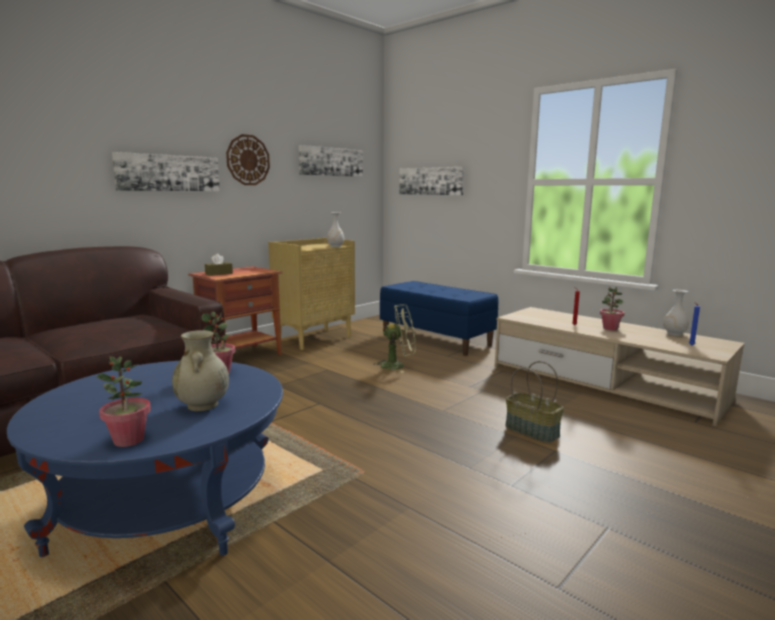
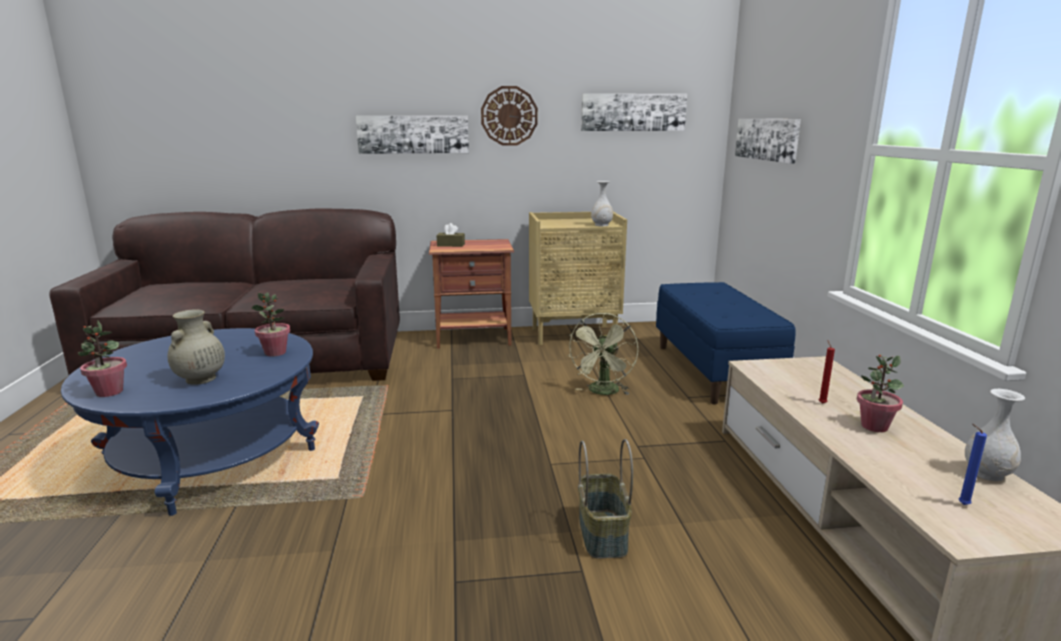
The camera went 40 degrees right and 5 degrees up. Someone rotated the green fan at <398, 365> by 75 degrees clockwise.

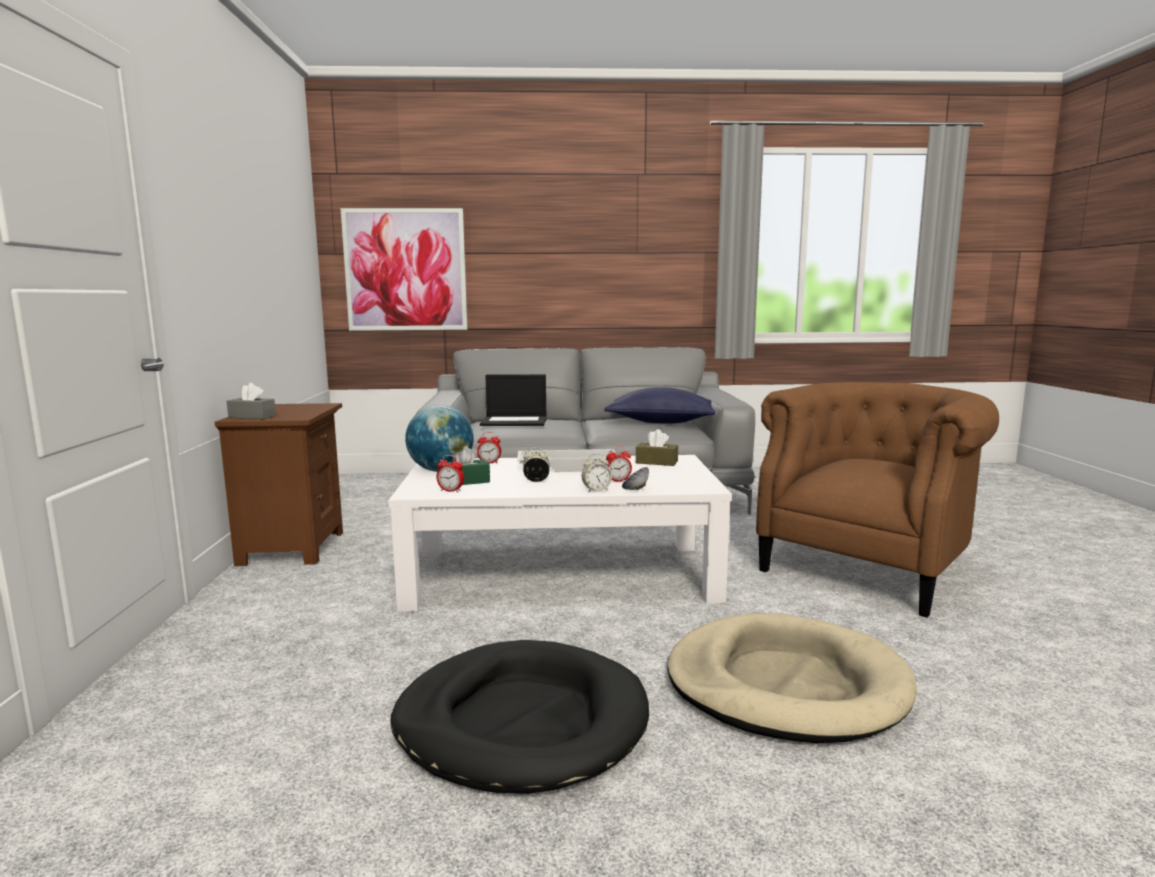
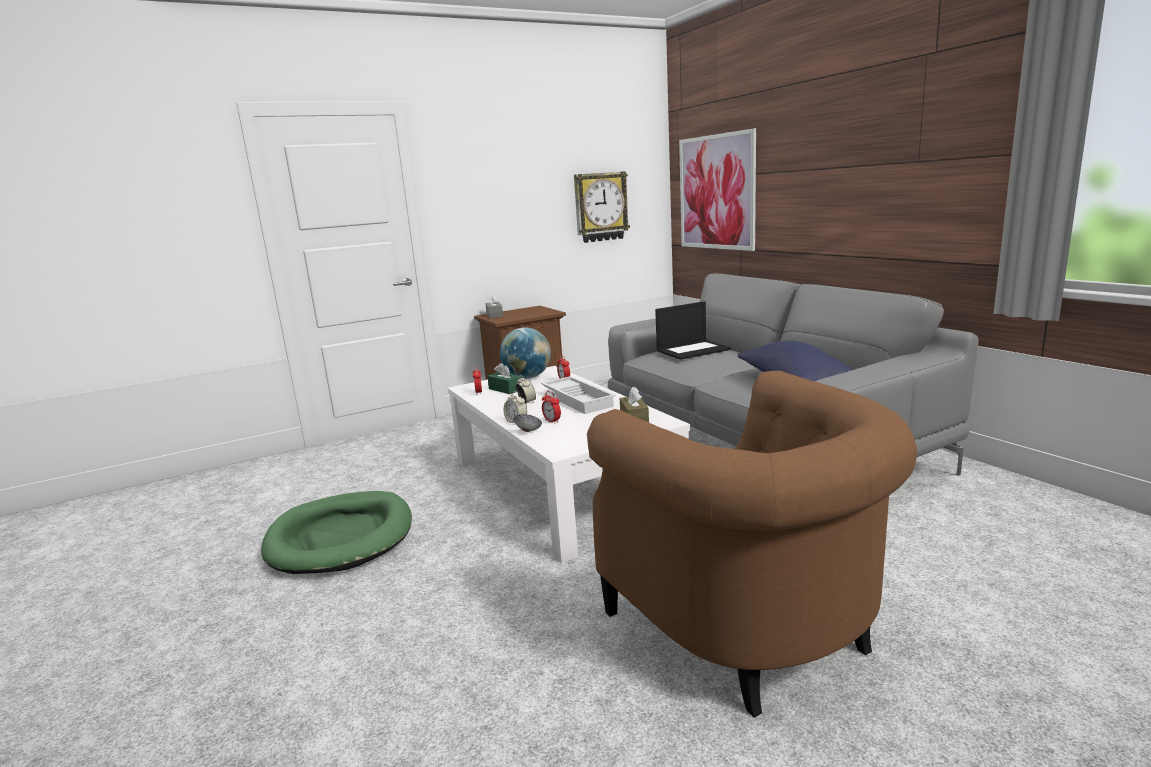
The camera went 65 degrees right and 5 degrees up. Someone repainted the black dog bed at <521, 721>, which became the green dog bed at <341, 537>. Someone rotated the laptop at <515, 421> by 90 degrees counterclockwise. Someone took away the beige dog bed at <785, 684>. Someone rotated the brown armchair at <869, 567> by 45 degrees clockwise. Someone put up the wall clock at <600, 207>.

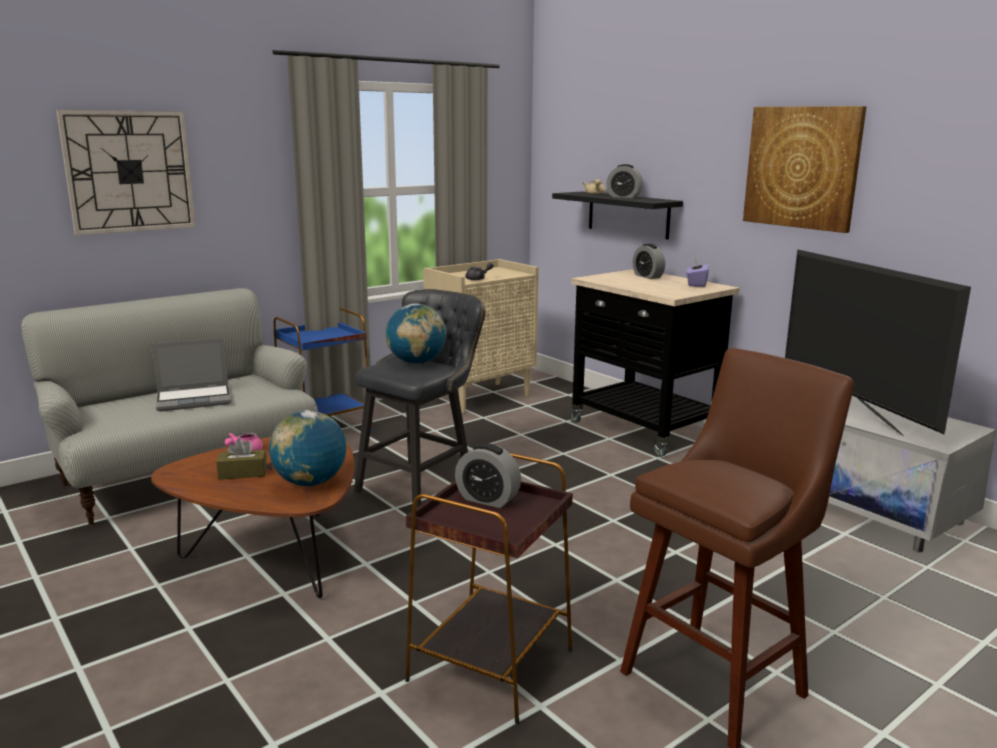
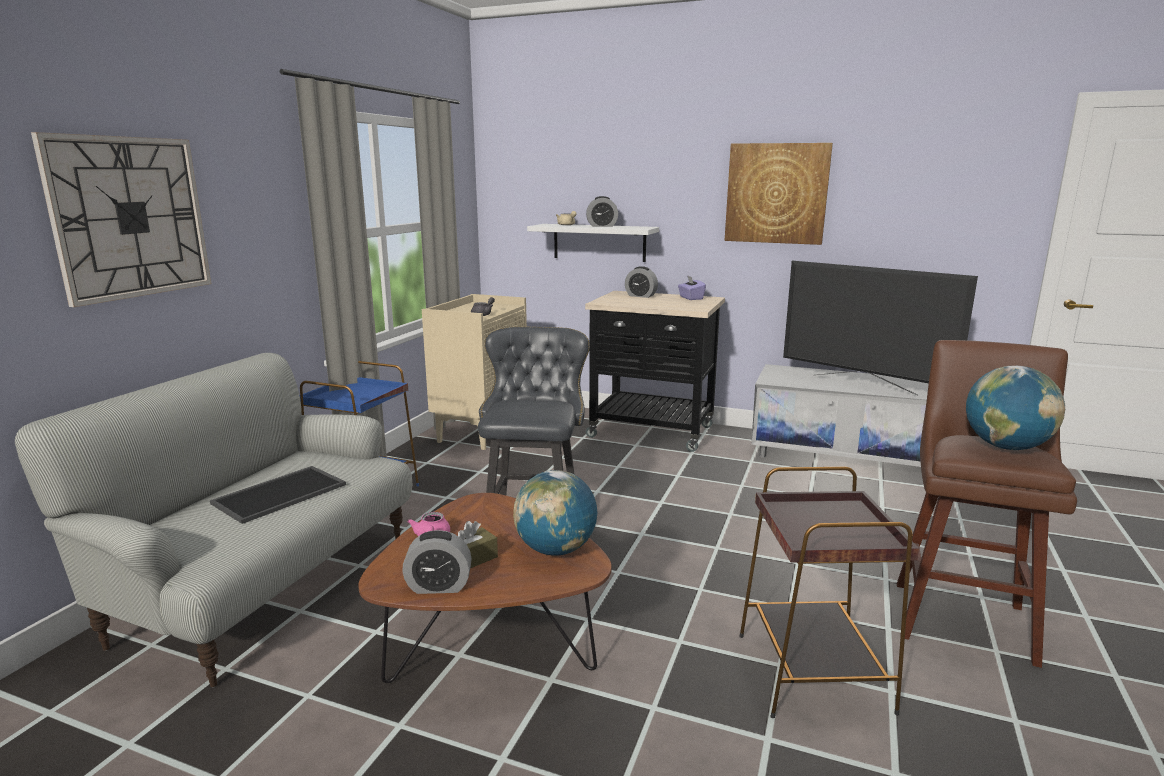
The camera went 30 degrees left and 0 degrees up. Someone swapped the laptop at <195, 399> for the tray at <280, 493>. Someone carried the globe from <416, 363> to <1006, 447>. Someone carried the alarm clock from <487, 499> to <439, 586>. Someone repainted the black shelf at <628, 214>, which became the white shelf at <599, 242>.

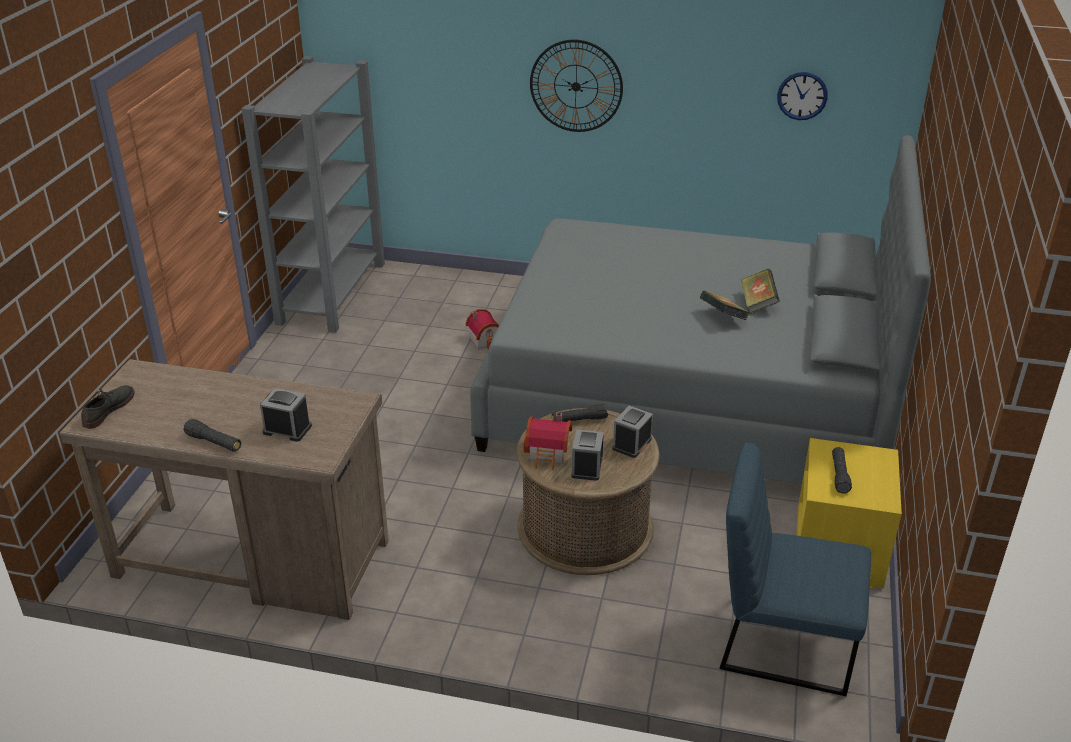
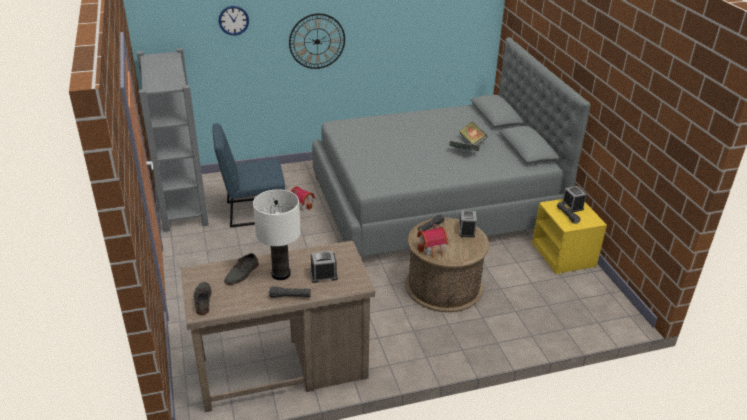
The camera went 30 degrees left and 0 degrees up. Someone carried the alarm clock from <587, 467> to <572, 206>. Someone carried the blue chair from <782, 642> to <253, 211>. Someone carried the wall clock from <802, 96> to <233, 20>. Someone put down the grey shoe at <242, 273>. Someone put down the white table lamp at <281, 274>.

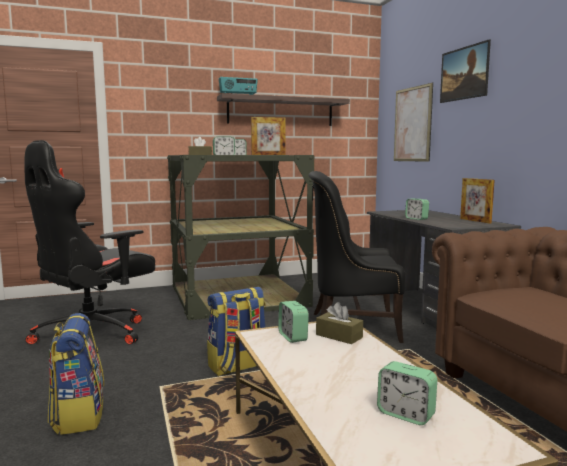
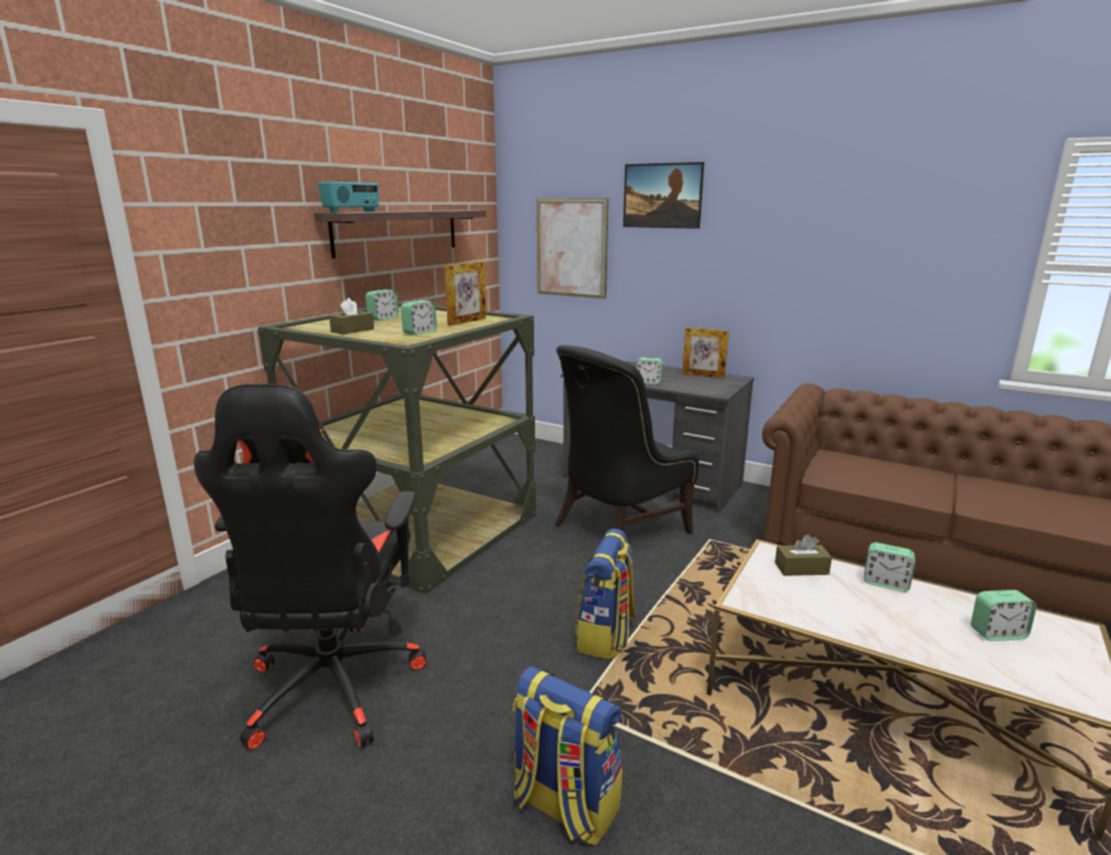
The camera went 40 degrees left and 10 degrees up. Someone carried the alarm clock from <293, 337> to <885, 583>.

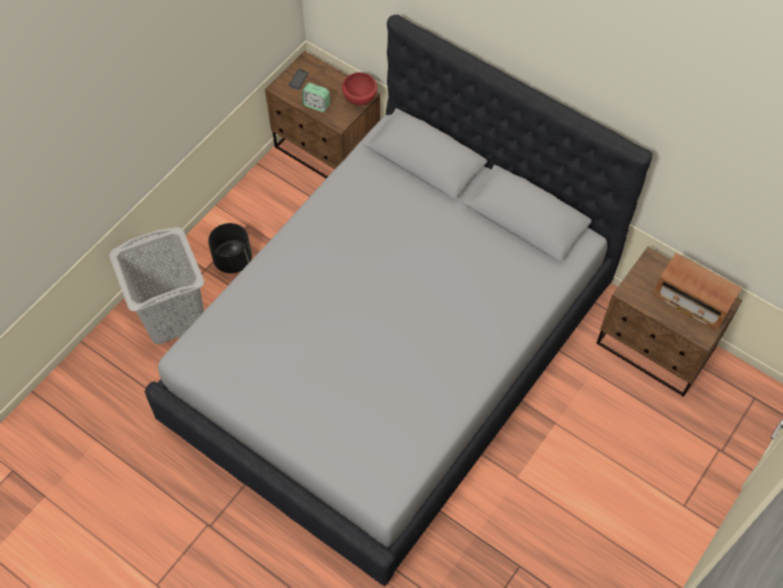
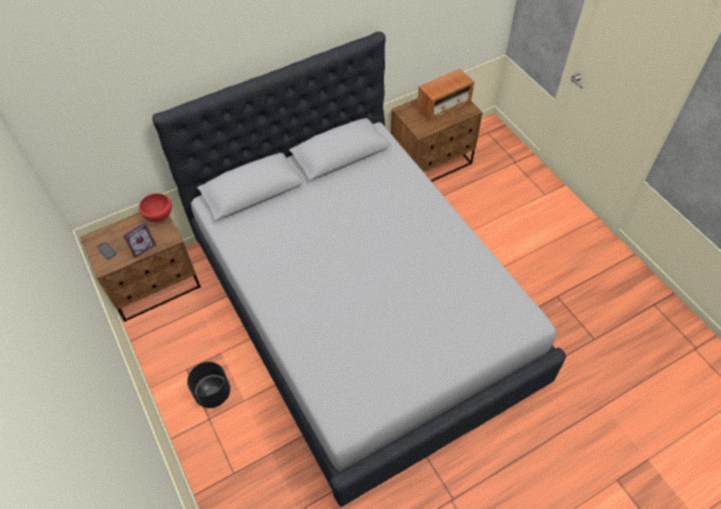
The camera went 65 degrees left and 5 degrees down. Someone took away the grey laundry basket at <172, 315>. Someone swapped the alarm clock at <316, 105> for the picture frame at <142, 247>.

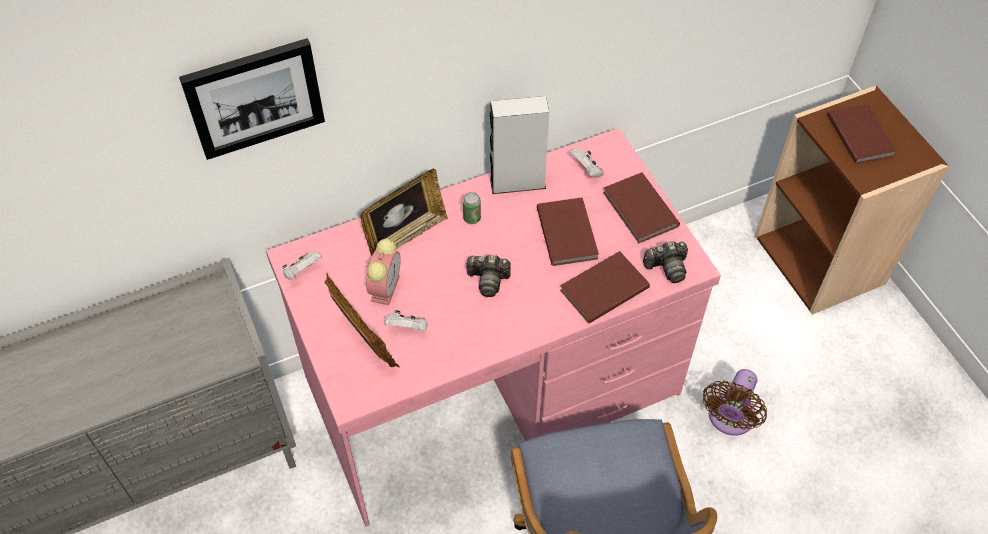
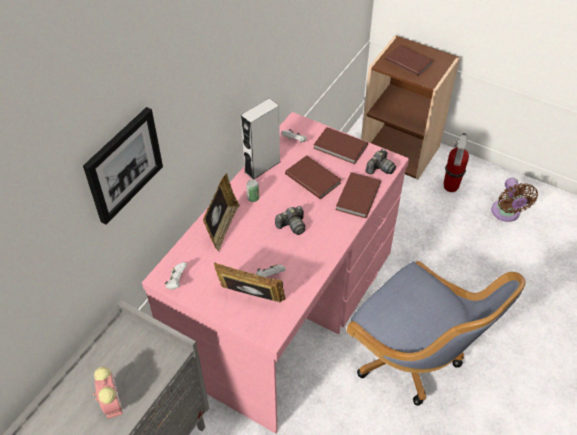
The camera went 35 degrees left and 5 degrees down. Someone carried the alarm clock from <385, 287> to <111, 402>. Someone carried the brown fan from <729, 419> to <506, 213>. Someone put down the fire extinguisher at <450, 187>.

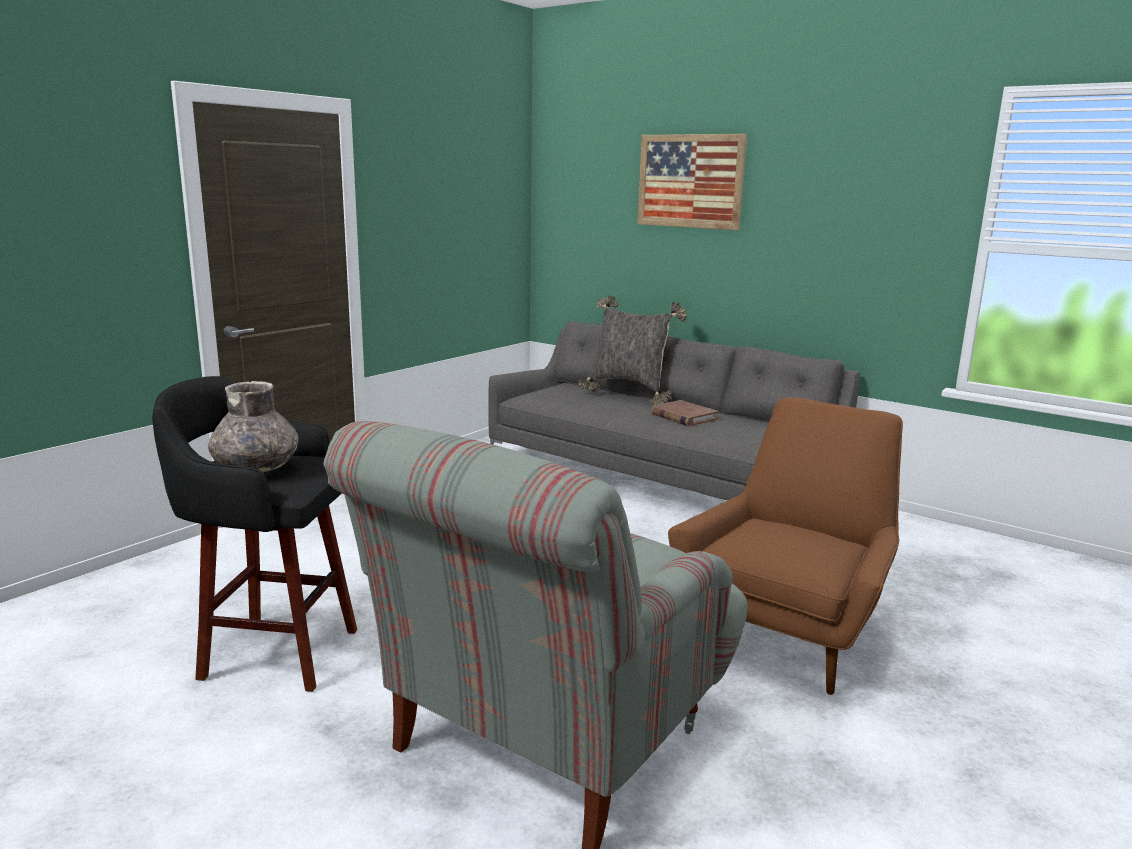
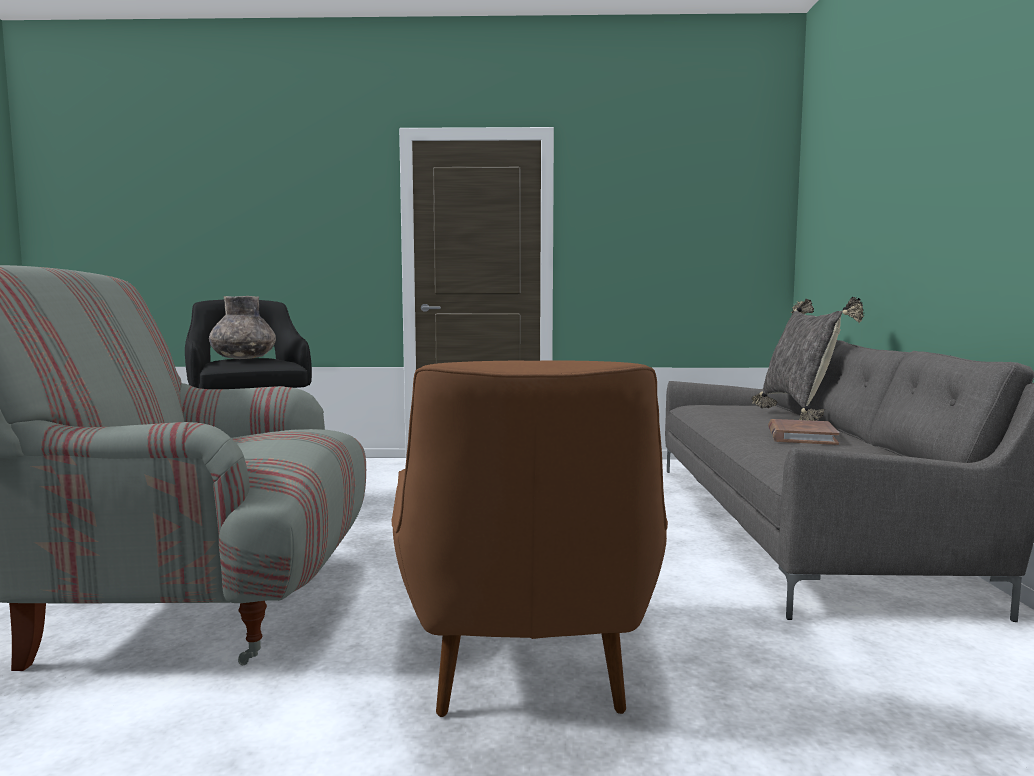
The camera went 55 degrees right and 10 degrees down. Someone took away the picture at <690, 181>. Someone rotated the brown armchair at <787, 635> by 90 degrees clockwise.

